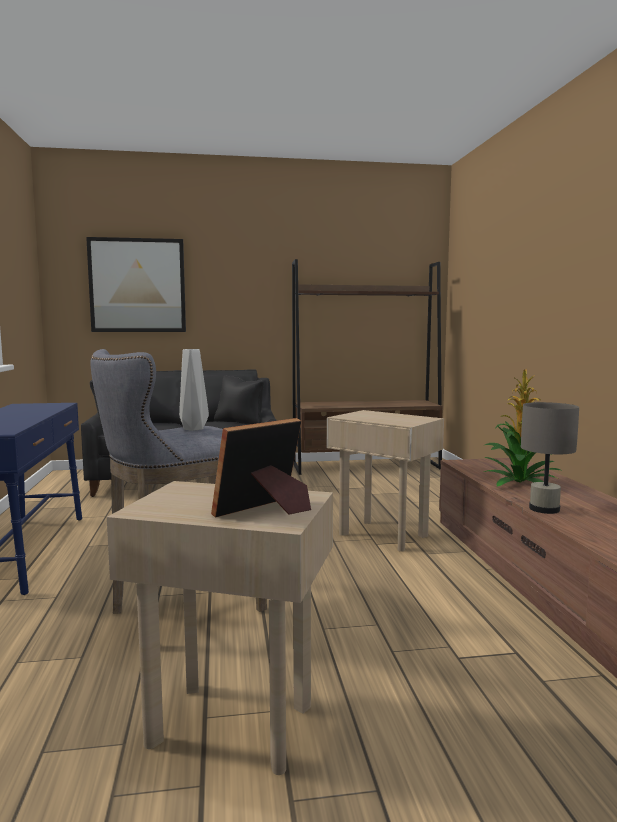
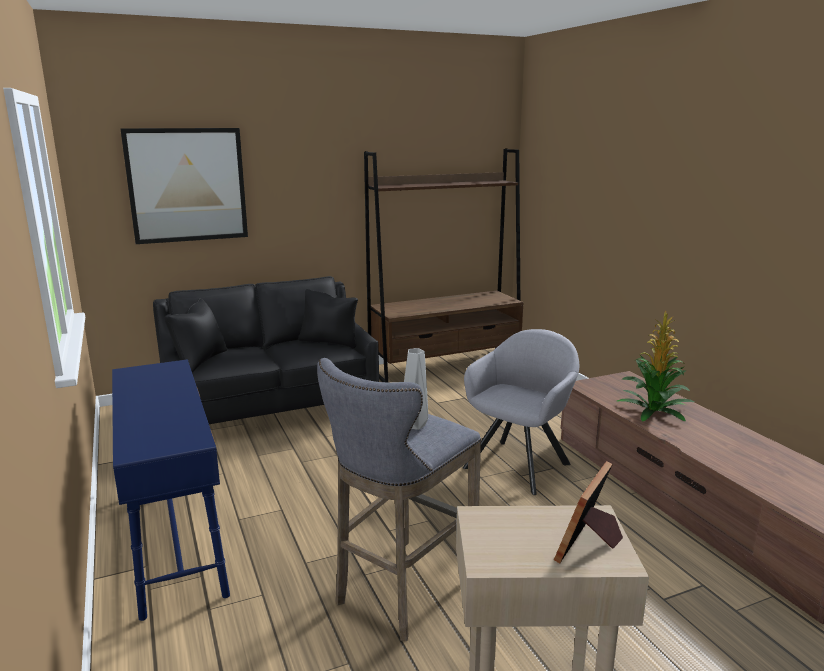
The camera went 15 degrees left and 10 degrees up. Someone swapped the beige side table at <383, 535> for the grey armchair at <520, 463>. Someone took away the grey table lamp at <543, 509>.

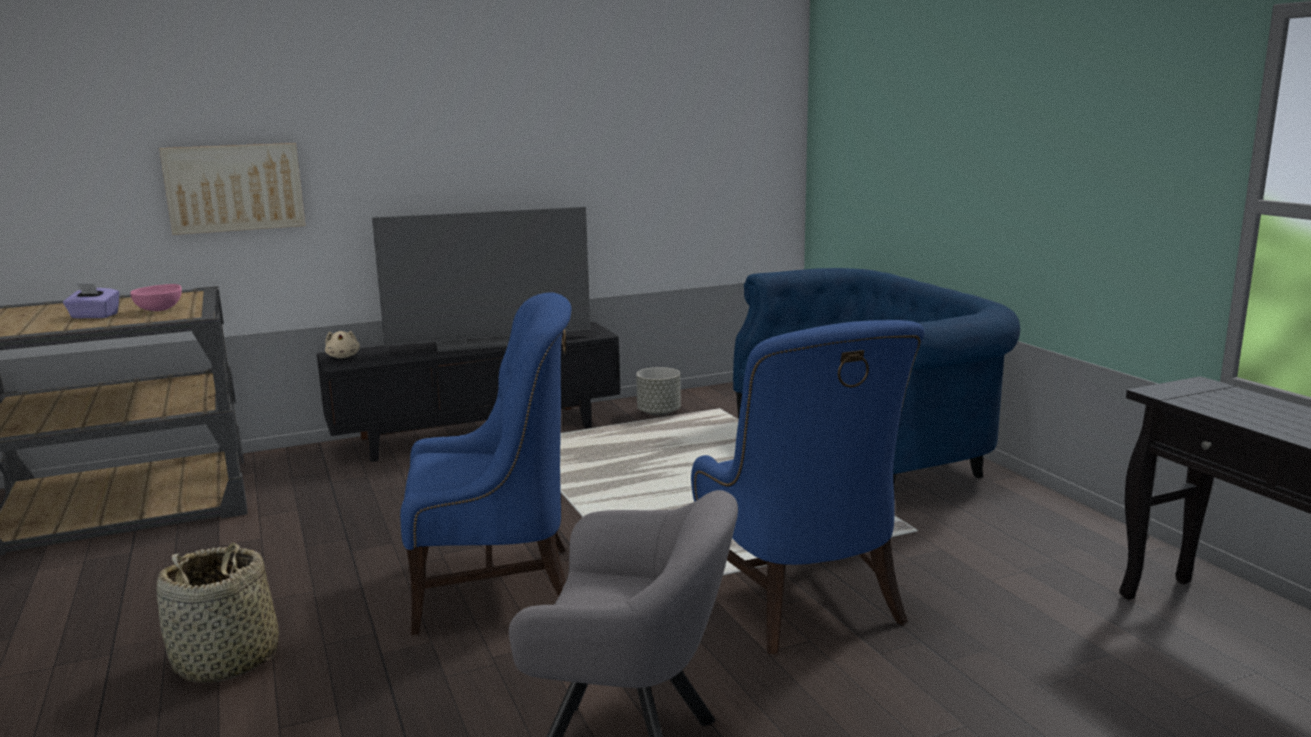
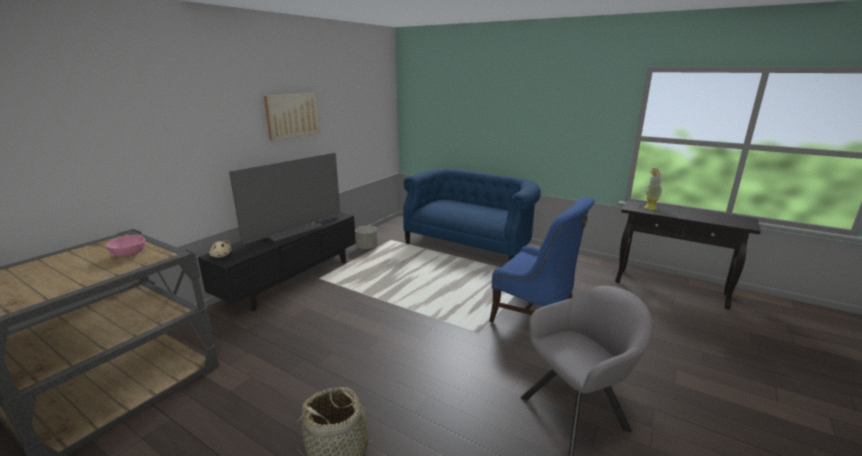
The camera went 35 degrees left and 5 degrees up. Someone took away the purple tissue box at <94, 316>. Someone carried the picture from <234, 187> to <292, 115>. Someone took away the blue armchair at <497, 586>. Someone put down the potted plant at <650, 208>.

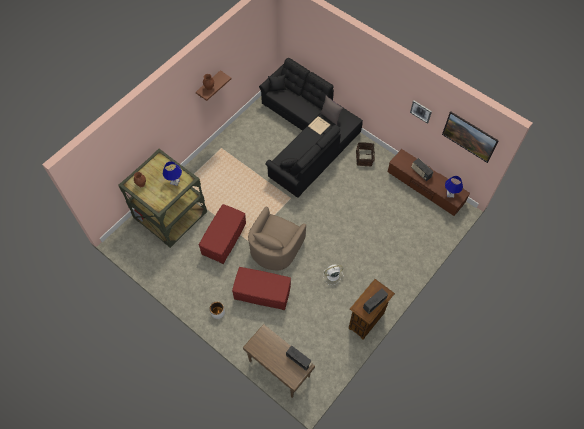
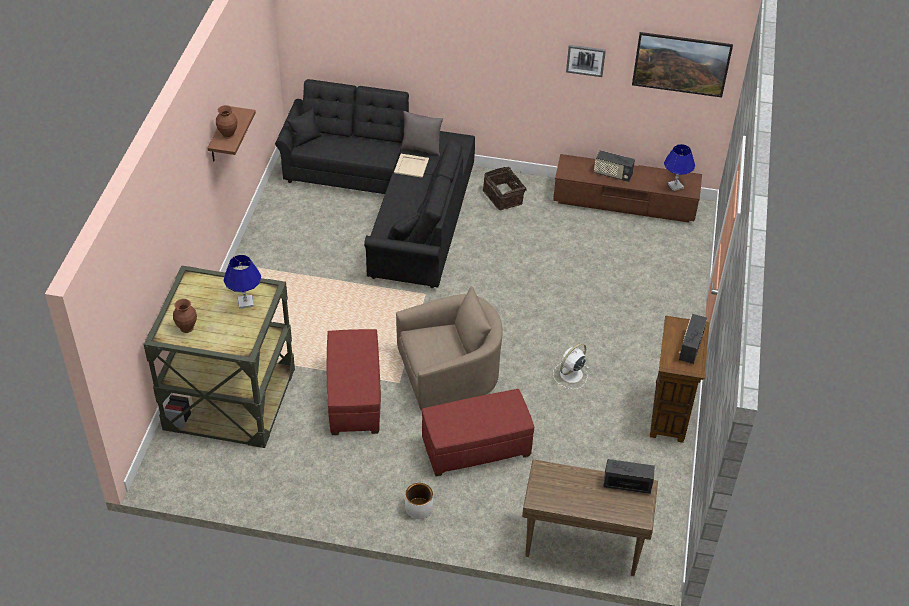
The camera went 30 degrees left and 15 degrees down. Someone rotated the beige armchair at <275, 247> by 105 degrees counterclockwise.

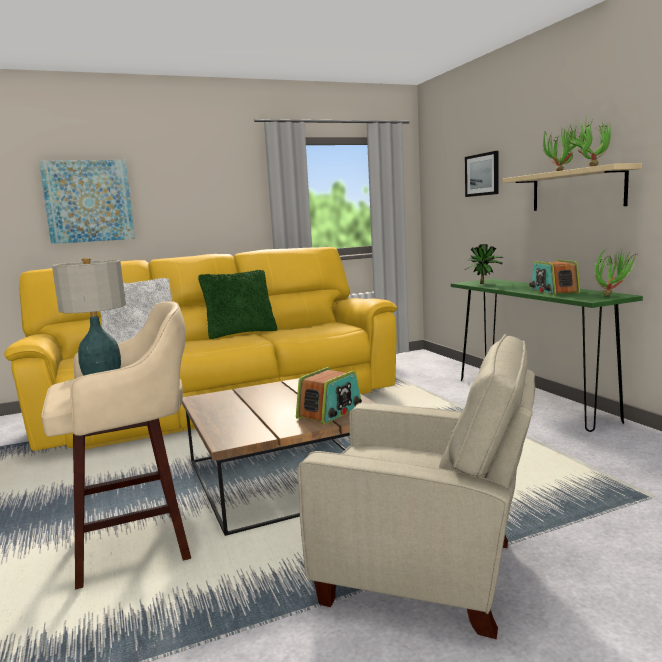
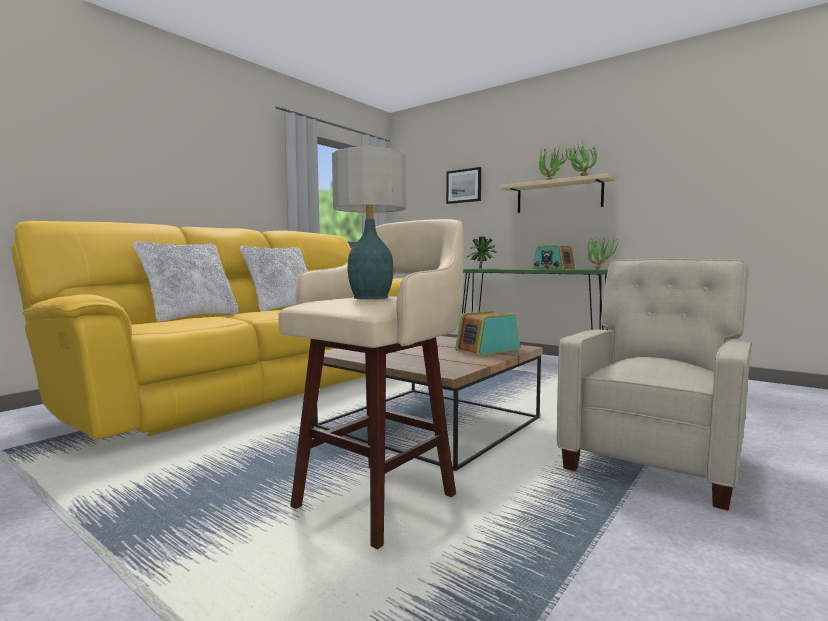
The camera went 30 degrees left and 5 degrees down. Someone took away the picture at <88, 201>. Someone repainted the green pillow at <241, 332>, which became the white pillow at <283, 307>. Someone rotated the radio at <330, 412> by 135 degrees counterclockwise. Someone rotated the beige armchair at <427, 573> by 45 degrees counterclockwise.

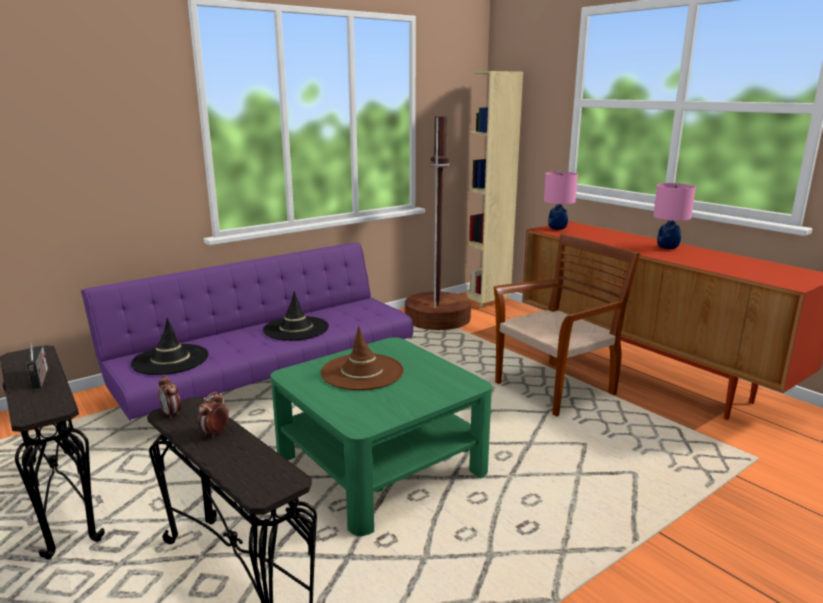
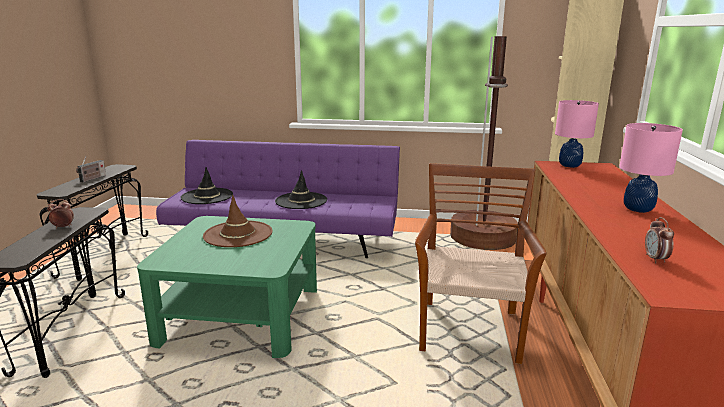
The camera went 45 degrees right and 0 degrees up. Someone carried the alarm clock from <171, 413> to <655, 259>. Someone rotated the brown armchair at <555, 388> by 90 degrees counterclockwise.

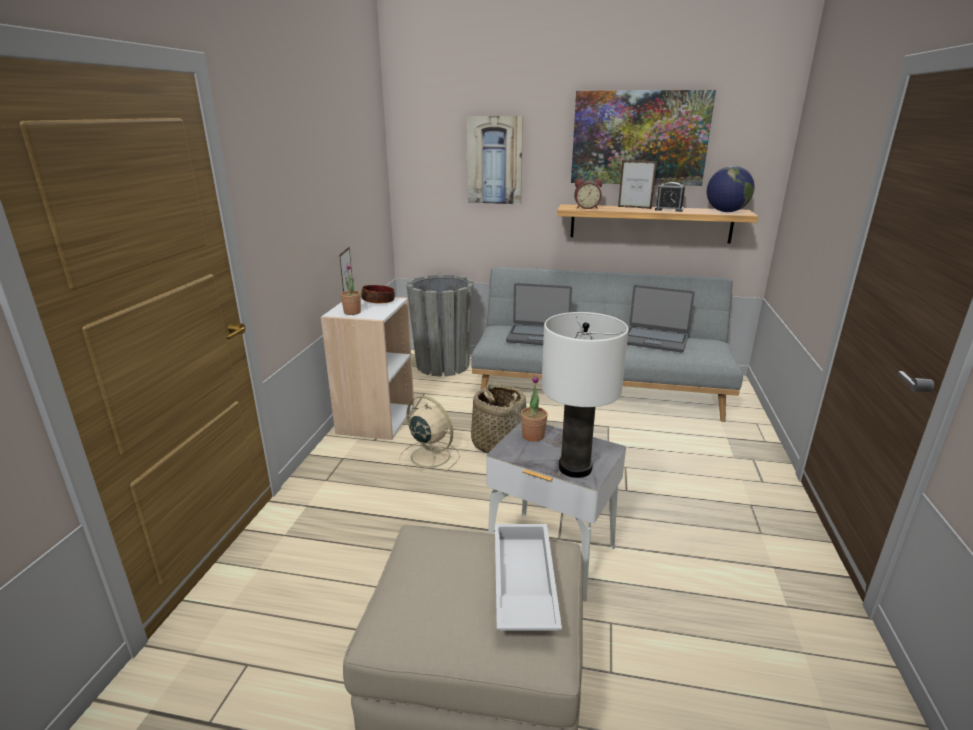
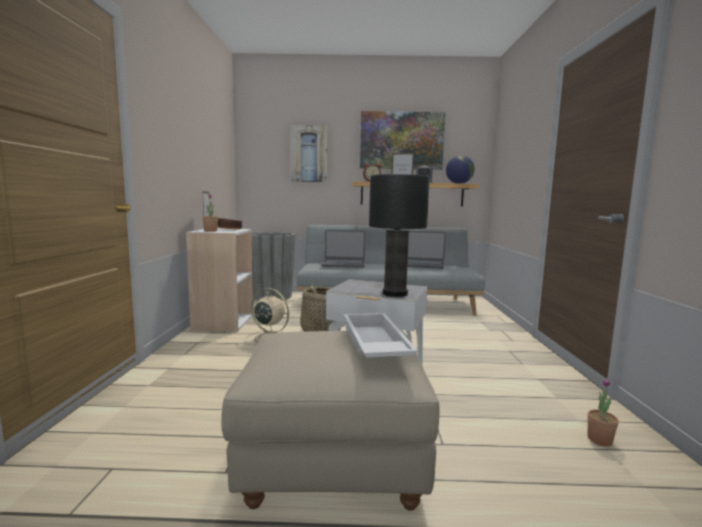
The camera went 10 degrees left and 15 degrees down. Someone carried the potted plant from <533, 436> to <599, 440>. Someone repainted the white table lamp at <574, 468>, which became the black table lamp at <394, 293>.

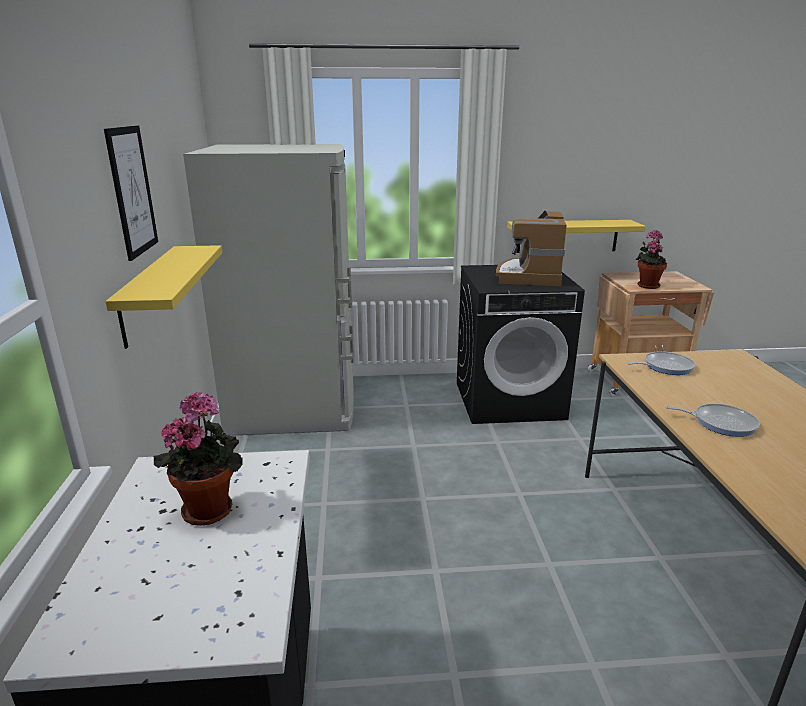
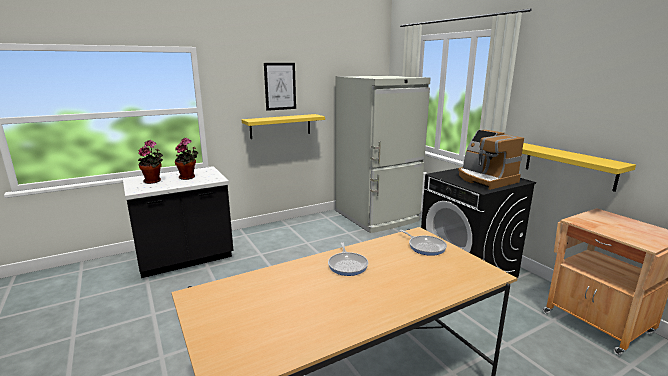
The camera went 65 degrees right and 5 degrees down. Someone rotated the coffee machine at <529, 276> by 105 degrees counterclockwise. Someone carried the potted plant from <647, 285> to <154, 181>.

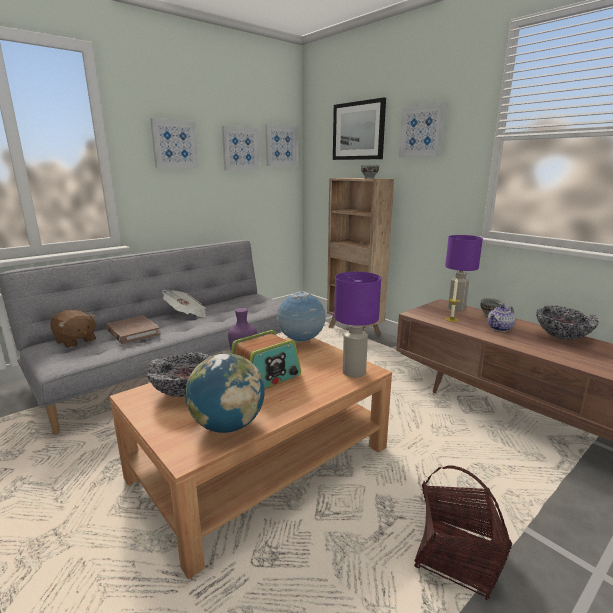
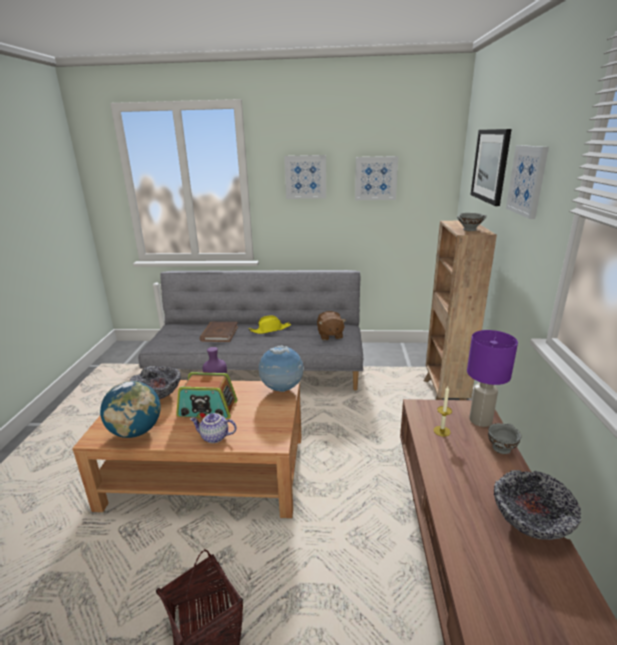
The camera went 45 degrees right and 5 degrees up. Someone carried the brown plush toy from <75, 341> to <330, 335>. Someone swapped the newspaper at <186, 314> for the yellow hat at <270, 329>. Someone took away the picture at <281, 146>. Someone took away the purple table lamp at <354, 372>. Someone carried the teapot from <500, 328> to <214, 437>.

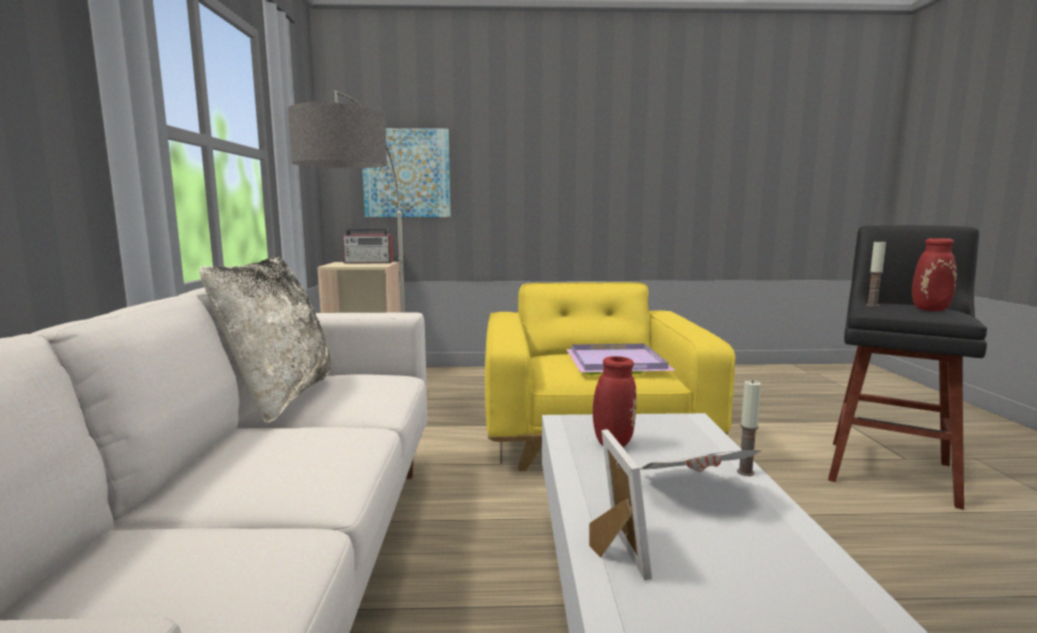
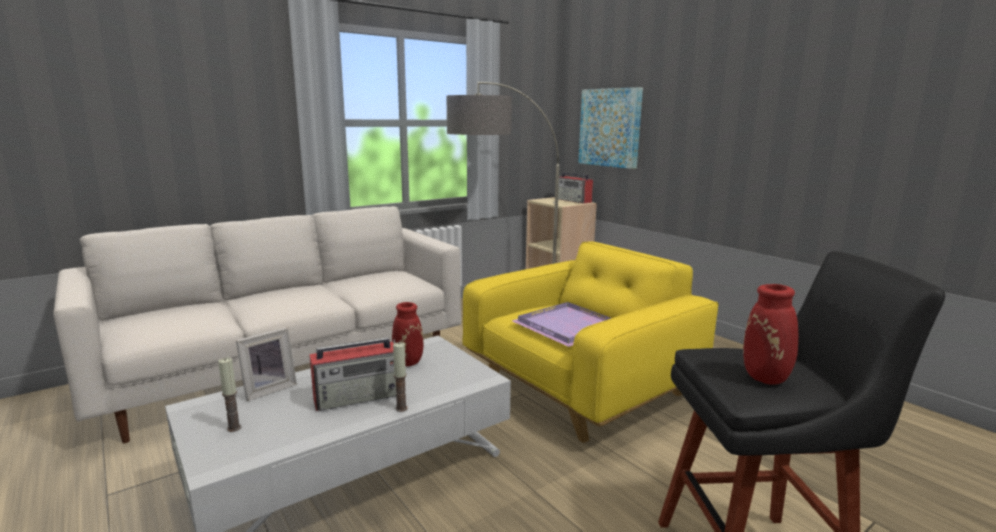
The camera went 55 degrees right and 5 degrees up. Someone took away the beige pillow at <282, 398>. Someone swapped the newspaper at <694, 490> for the radio at <358, 397>. Someone carried the candle from <872, 305> to <234, 428>.

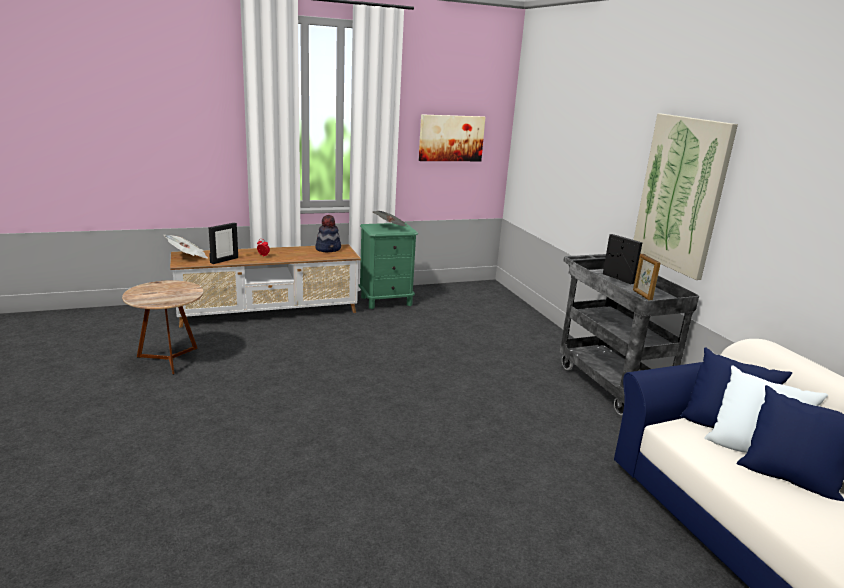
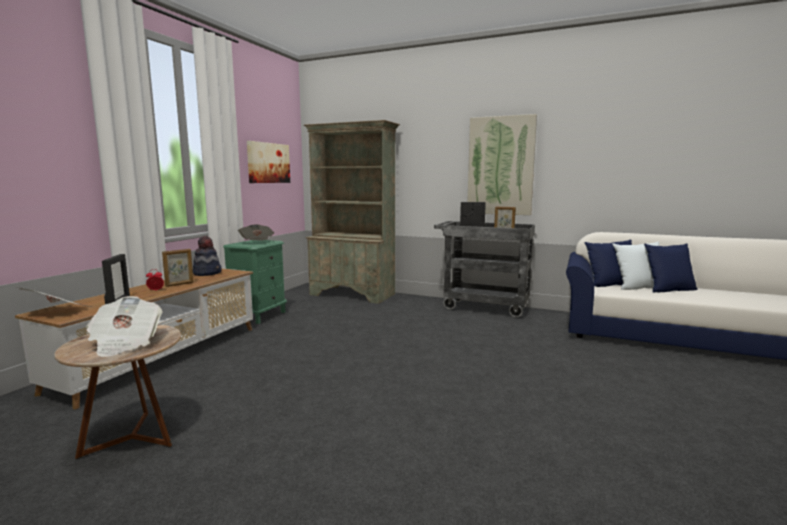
The camera went 45 degrees left and 10 degrees down. Someone put down the newspaper at <125, 343>. Someone put down the picture frame at <180, 284>. Someone put down the green bookcase at <353, 294>.

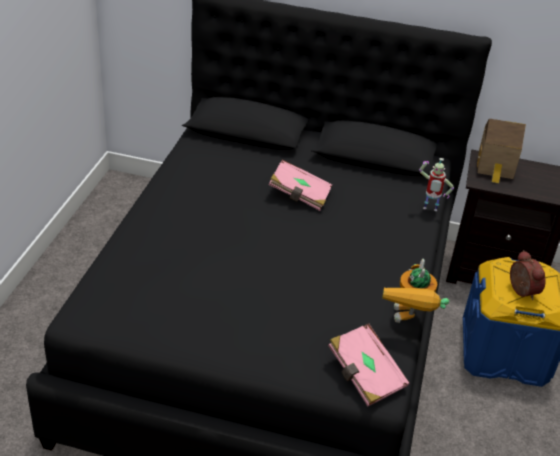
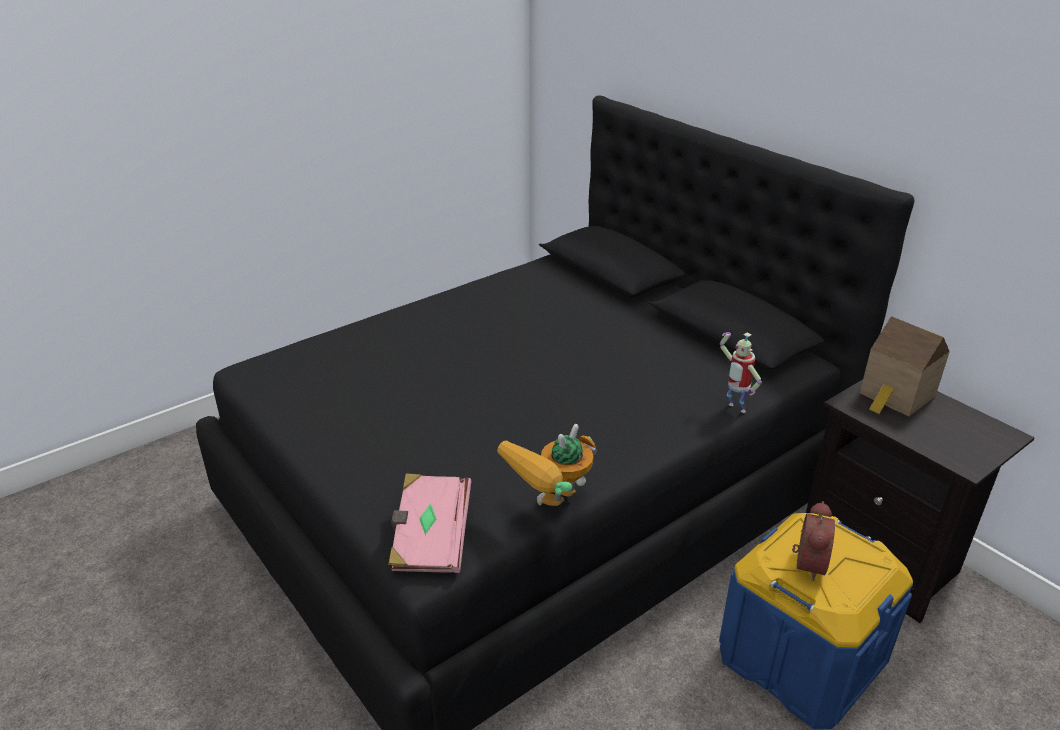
The camera went 40 degrees right and 5 degrees down. Someone took away the pink book at <299, 195>.

